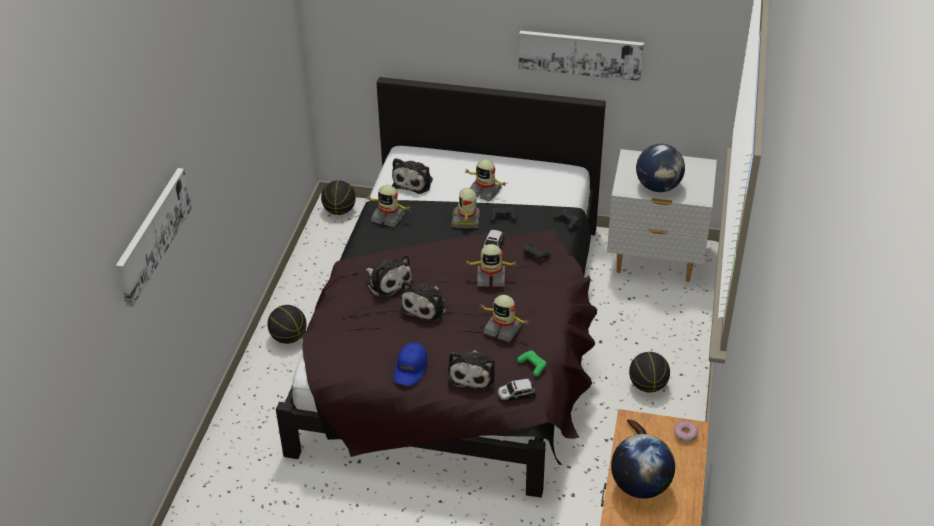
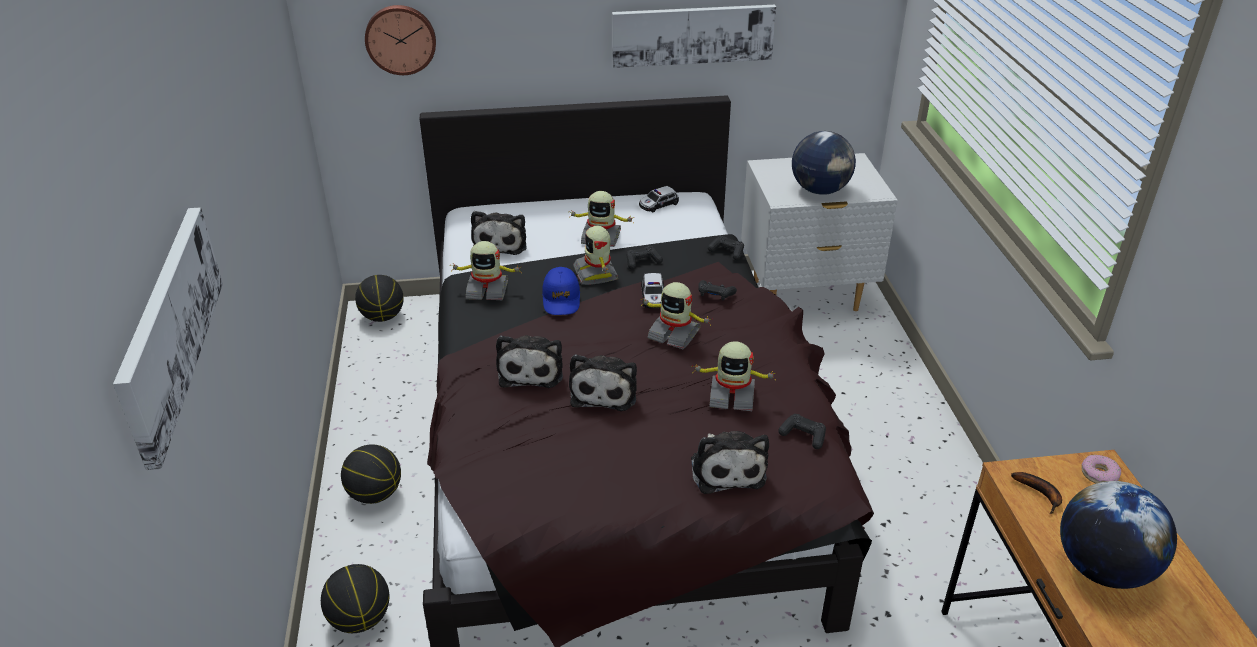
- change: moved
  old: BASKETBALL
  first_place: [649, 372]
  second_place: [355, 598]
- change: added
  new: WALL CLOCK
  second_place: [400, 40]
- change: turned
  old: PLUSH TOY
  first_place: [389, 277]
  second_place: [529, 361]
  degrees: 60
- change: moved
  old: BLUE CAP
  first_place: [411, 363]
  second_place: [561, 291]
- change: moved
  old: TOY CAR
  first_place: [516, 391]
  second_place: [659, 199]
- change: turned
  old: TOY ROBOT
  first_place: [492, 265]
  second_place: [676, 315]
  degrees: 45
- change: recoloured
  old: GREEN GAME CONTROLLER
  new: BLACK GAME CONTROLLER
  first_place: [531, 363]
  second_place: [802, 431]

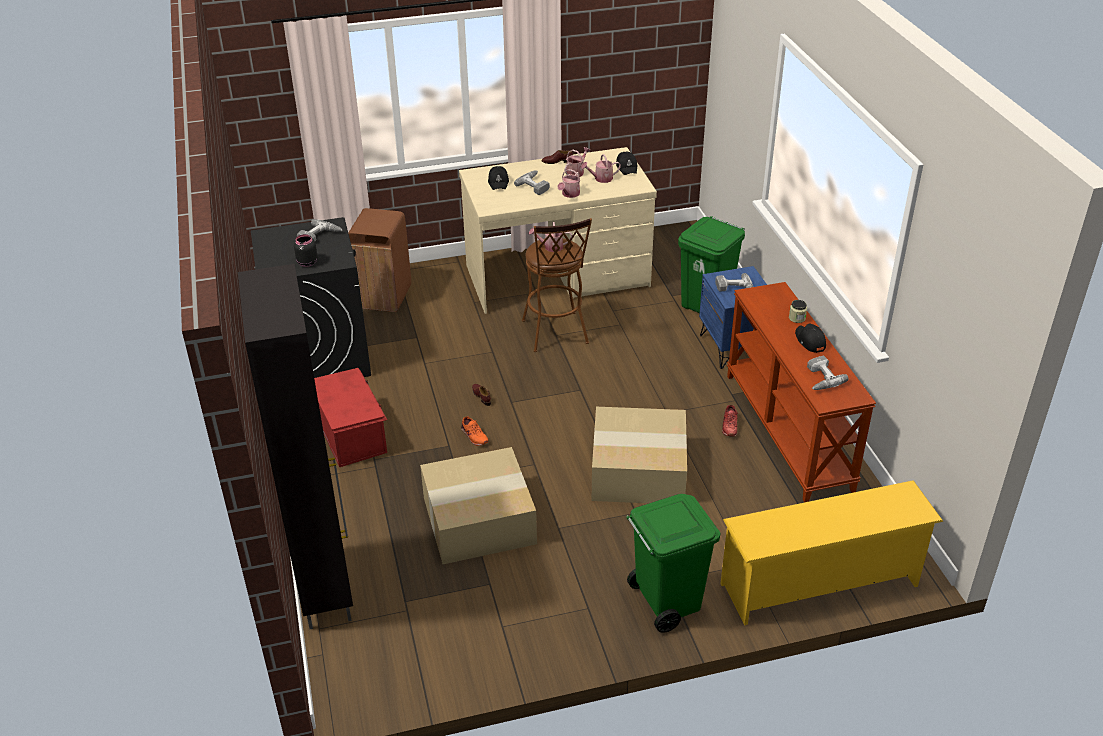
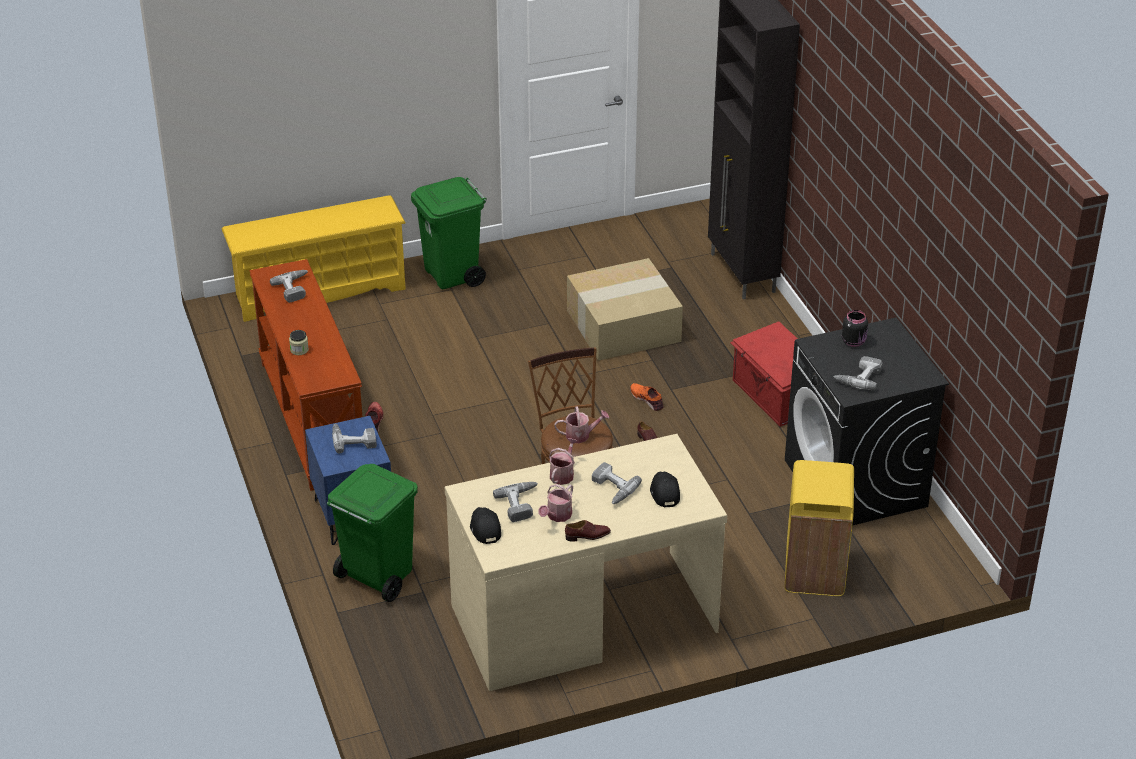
- change: replaced
  old: WATERING CAN
  new: POWER DRILL
  first_place: [601, 168]
  second_place: [515, 502]
- change: recoloured
  old: BROWN TRASH CAN
  new: YELLOW TRASH CAN
  first_place: [379, 260]
  second_place: [819, 528]
- change: removed
  old: CARDBOARD BOX
  first_place: [639, 455]
- change: removed
  old: BLACK CAP
  first_place: [810, 338]

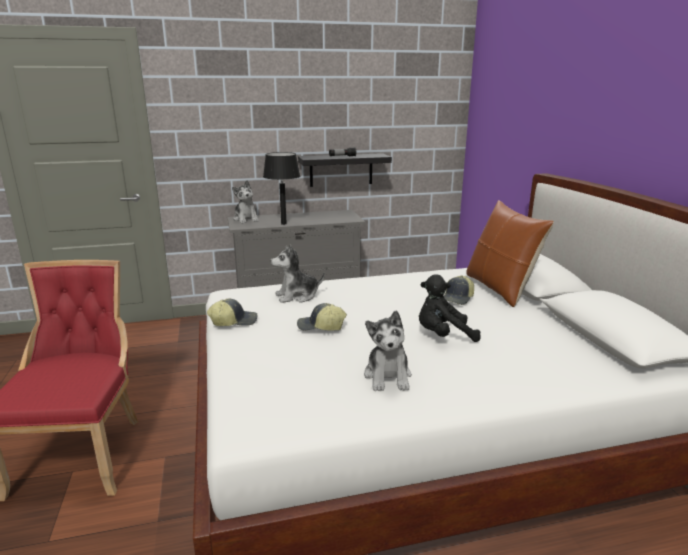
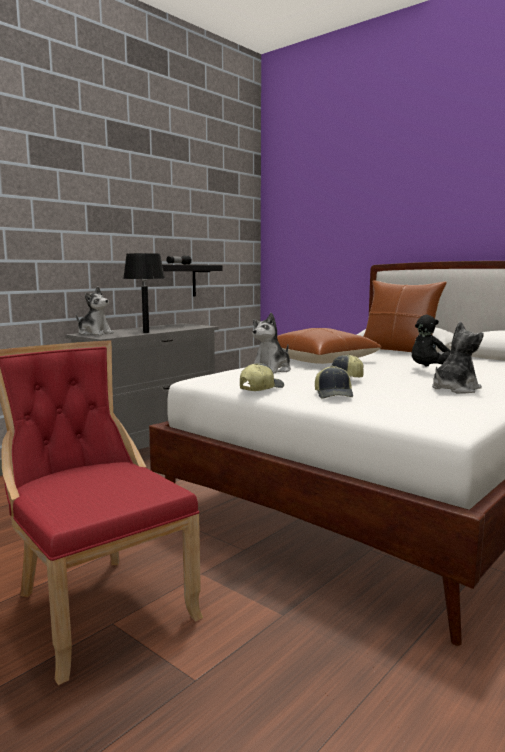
- change: added
  new: BROWN PILLOW
  second_place: [329, 346]
- change: moved
  old: CAP
  first_place: [459, 290]
  second_place: [334, 382]
- change: turned
  old: PLUSH TOY
  first_place: [388, 351]
  second_place: [458, 357]
  degrees: -90

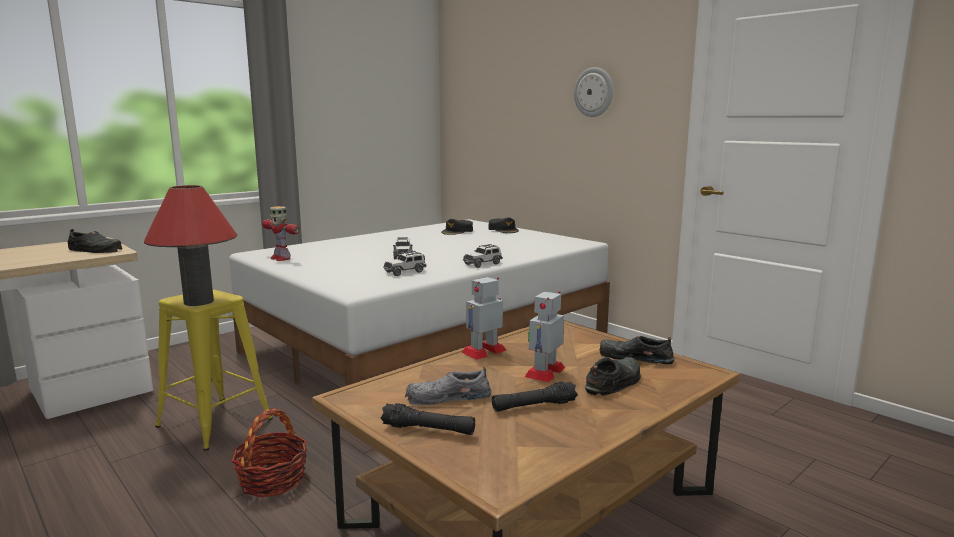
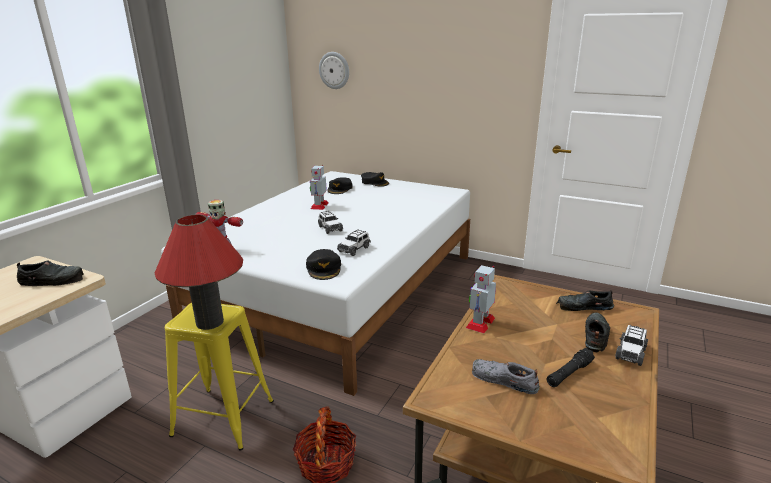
- change: added
  new: BLACK CAP
  second_place: [323, 264]
- change: moved
  old: TOY ROBOT
  first_place: [545, 337]
  second_place: [319, 187]
- change: moved
  old: WALL CLOCK
  first_place: [593, 92]
  second_place: [334, 70]
- change: turned
  old: GREY SHOE
  first_place: [448, 386]
  second_place: [506, 376]
  degrees: 60
- change: moved
  old: TOY CAR
  first_place: [482, 256]
  second_place: [631, 345]
- change: removed
  old: BLACK FLASHLIGHT
  first_place: [428, 419]

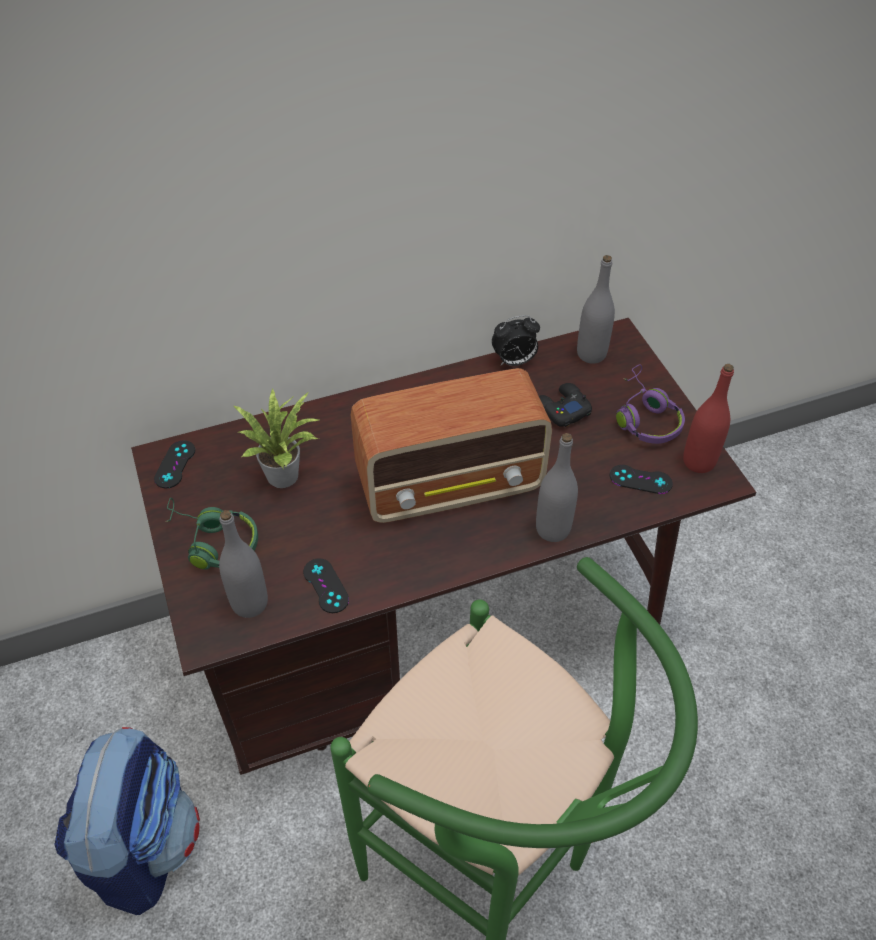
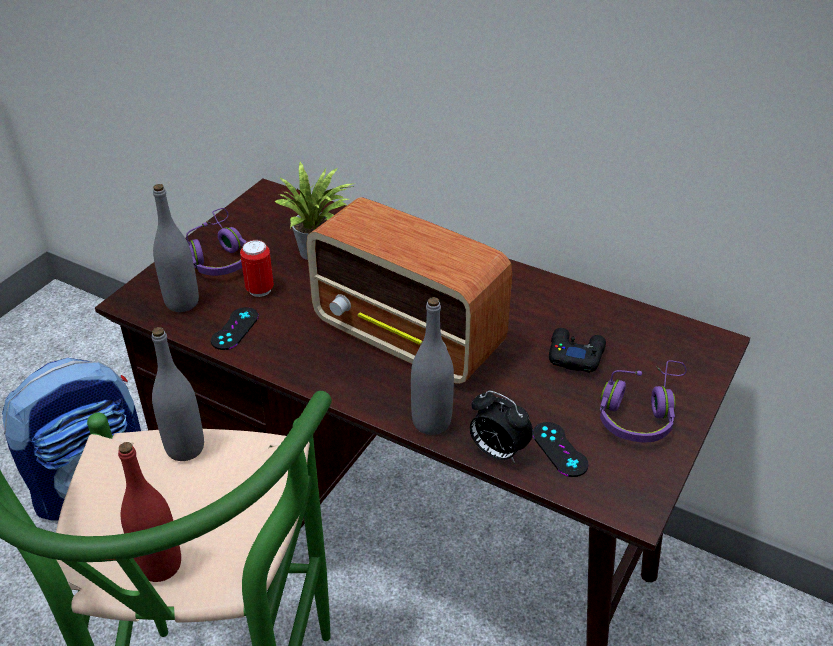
- change: moved
  old: RED BOTTLE
  first_place: [708, 418]
  second_place: [149, 512]
- change: moved
  old: GREY BOTTLE
  first_place: [596, 309]
  second_place: [178, 394]
- change: recoloured
  old: GREEN HEADPHONES
  new: PURPLE HEADPHONES
  first_place: [212, 534]
  second_place: [216, 242]
- change: added
  new: CAN
  second_place: [257, 268]
- change: moved
  old: ALARM CLOCK
  first_place: [516, 340]
  second_place: [501, 427]
- change: removed
  old: BLACK GAME CONTROLLER
  first_place: [174, 464]

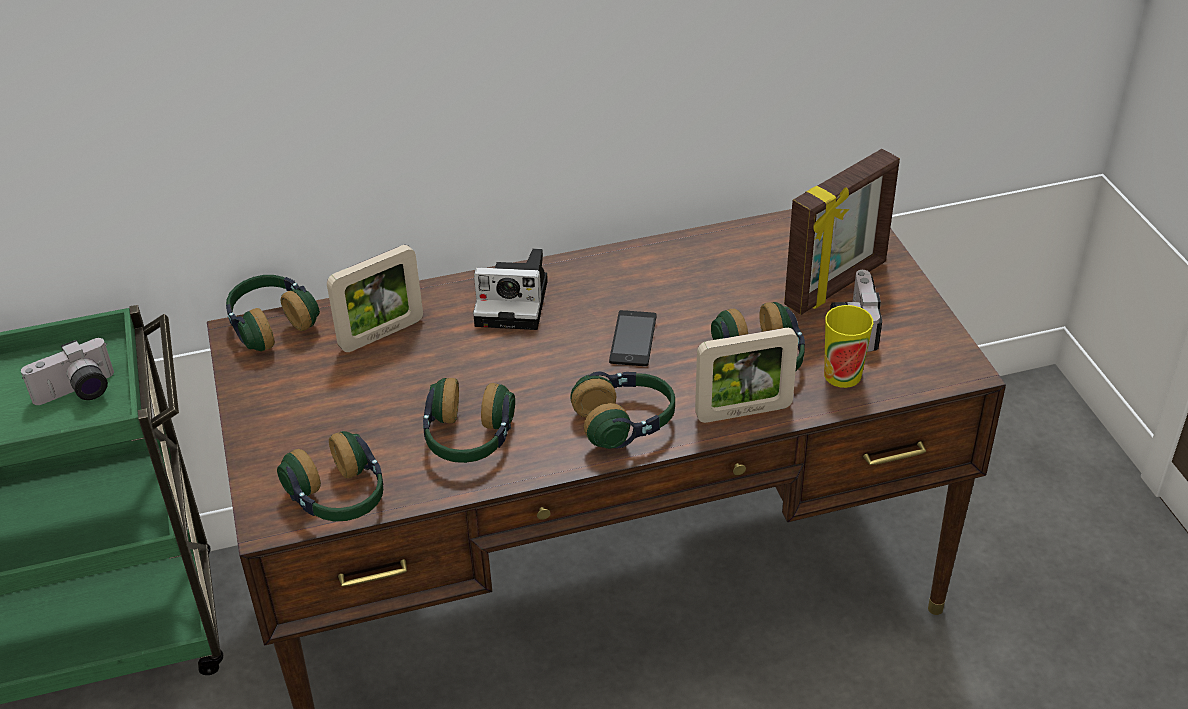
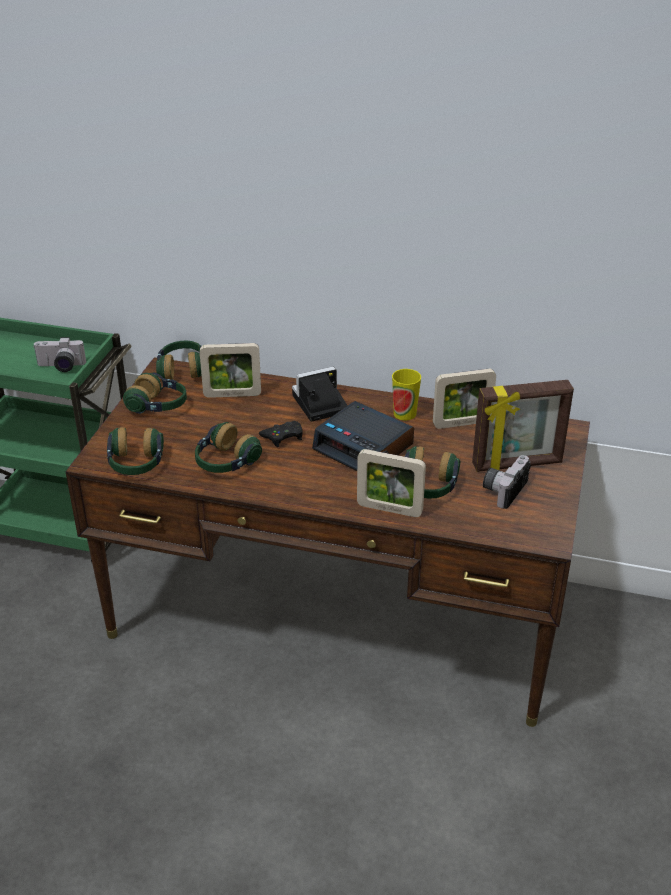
- change: moved
  old: HEADPHONES
  first_place: [622, 410]
  second_place: [155, 393]
- change: added
  new: BLACK GAME CONTROLLER
  second_place: [281, 434]
- change: turned
  old: PHOTO CAMERA
  first_place: [510, 289]
  second_place: [320, 394]
  degrees: 120
- change: replaced
  old: PHONE
  new: ALARM CLOCK
  first_place: [633, 338]
  second_place: [363, 436]
- change: moved
  old: CUP
  first_place: [848, 346]
  second_place: [406, 394]
- change: added
  new: PICTURE FRAME
  second_place: [464, 399]

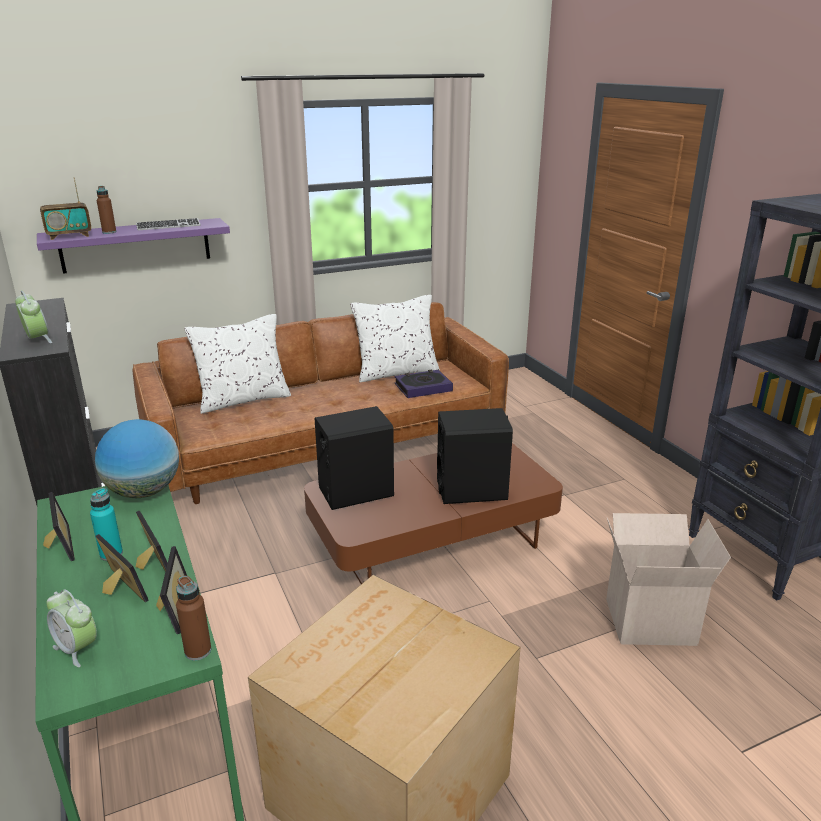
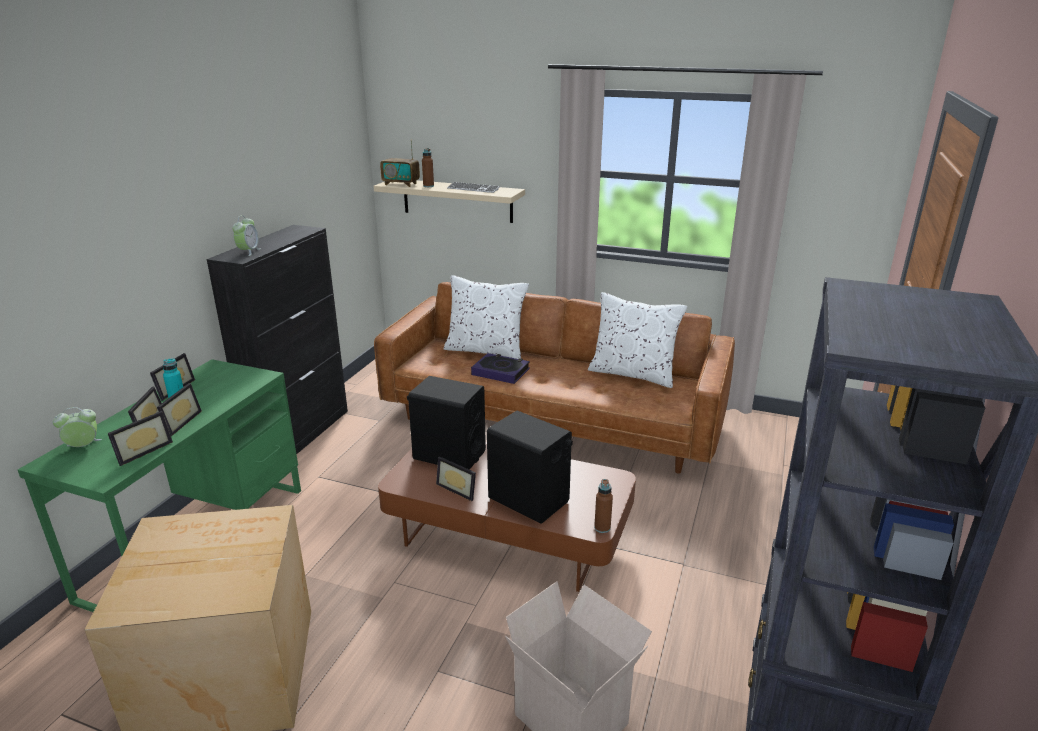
- change: turned
  old: ALARM CLOCK
  first_place: [72, 628]
  second_place: [77, 427]
  degrees: 75
- change: recoloured
  old: PURPLE SHELF
  new: BEIGE SHELF
  first_place: [133, 246]
  second_place: [449, 201]
- change: added
  new: PICTURE FRAME
  second_place: [456, 479]
- change: moved
  old: BOOK
  first_place: [424, 384]
  second_place: [500, 368]
- change: moved
  old: BROWN BOTTLE
  first_place: [193, 618]
  second_place: [603, 506]
- change: removed
  old: GLOBE
  first_place: [137, 458]

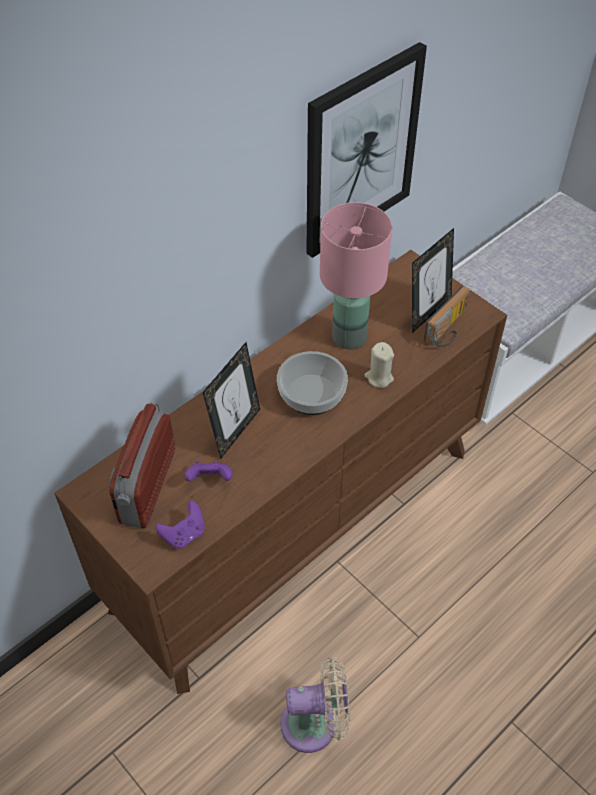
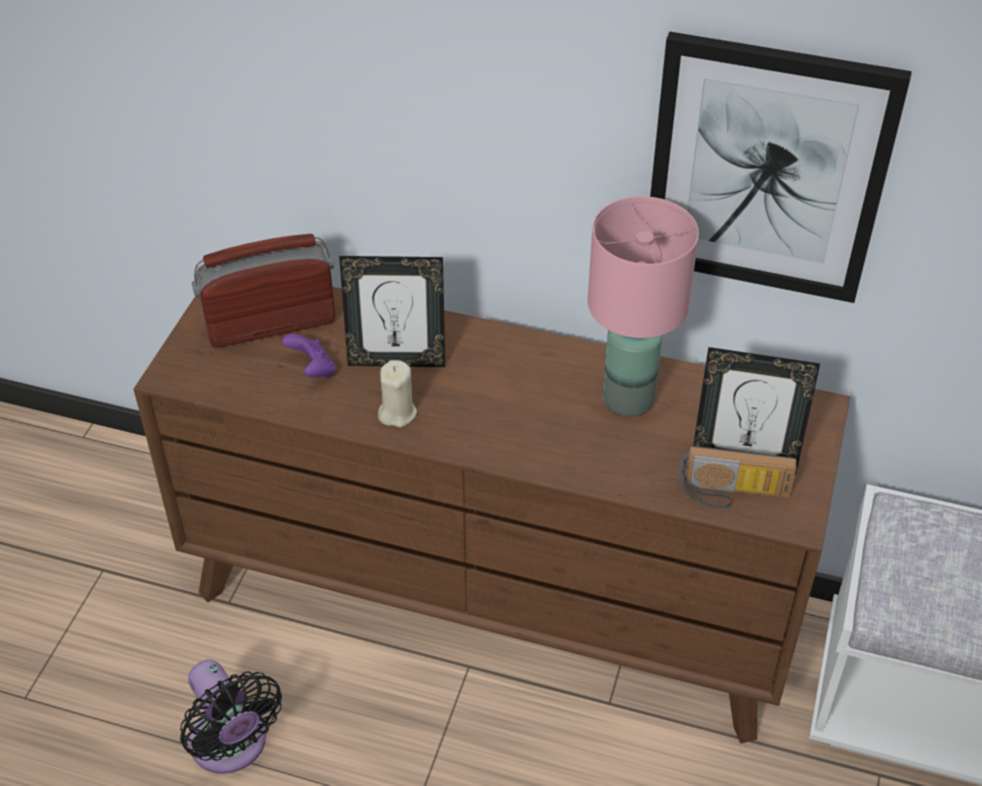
- change: recoloured
  old: BEIGE FAN
  new: BLACK FAN
  first_place: [315, 705]
  second_place: [231, 717]
- change: moved
  old: BEIGE CANDLE
  first_place: [379, 365]
  second_place: [397, 393]
- change: removed
  old: PURPLE GAME CONTROLLER
  first_place: [180, 525]
- change: removed
  old: BOWL
  first_place: [312, 383]

